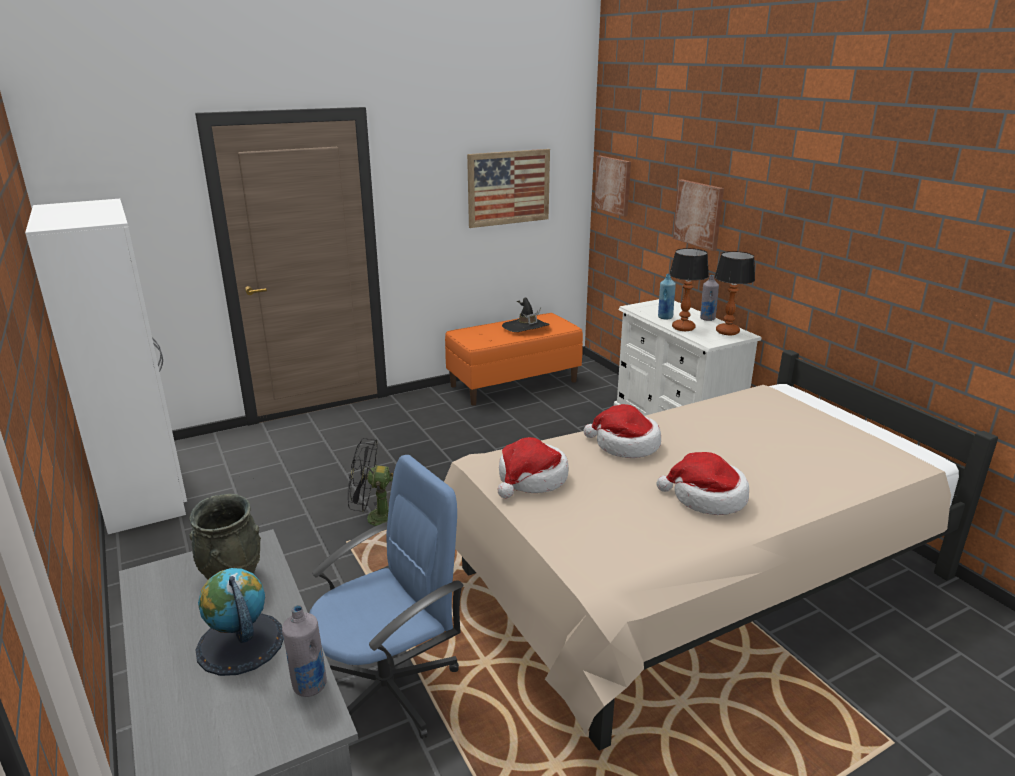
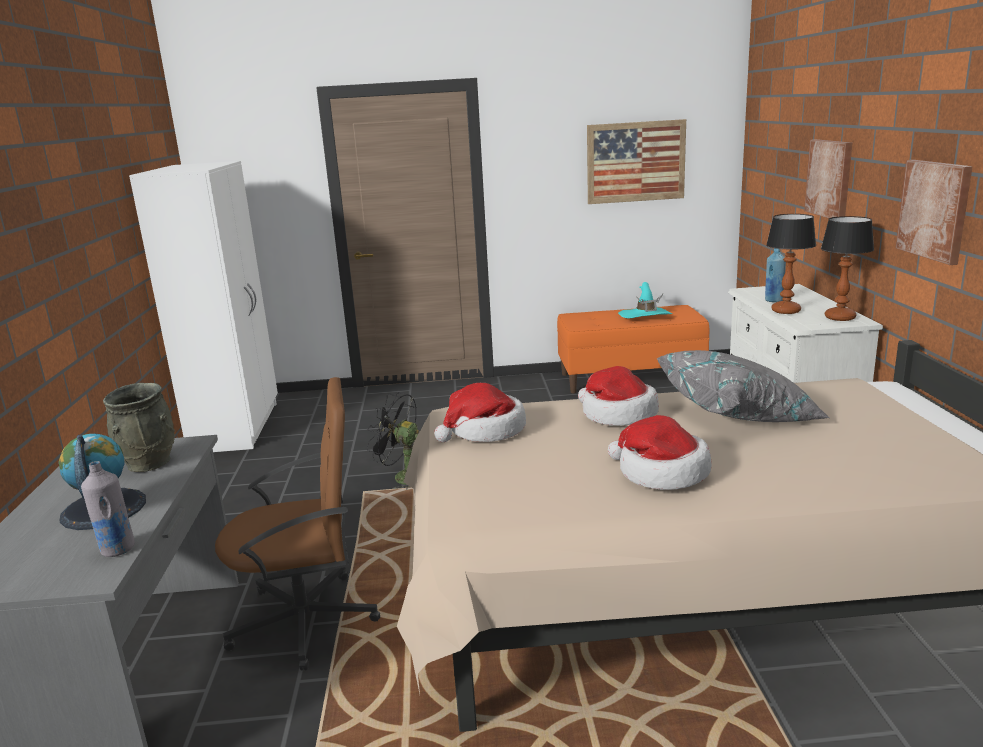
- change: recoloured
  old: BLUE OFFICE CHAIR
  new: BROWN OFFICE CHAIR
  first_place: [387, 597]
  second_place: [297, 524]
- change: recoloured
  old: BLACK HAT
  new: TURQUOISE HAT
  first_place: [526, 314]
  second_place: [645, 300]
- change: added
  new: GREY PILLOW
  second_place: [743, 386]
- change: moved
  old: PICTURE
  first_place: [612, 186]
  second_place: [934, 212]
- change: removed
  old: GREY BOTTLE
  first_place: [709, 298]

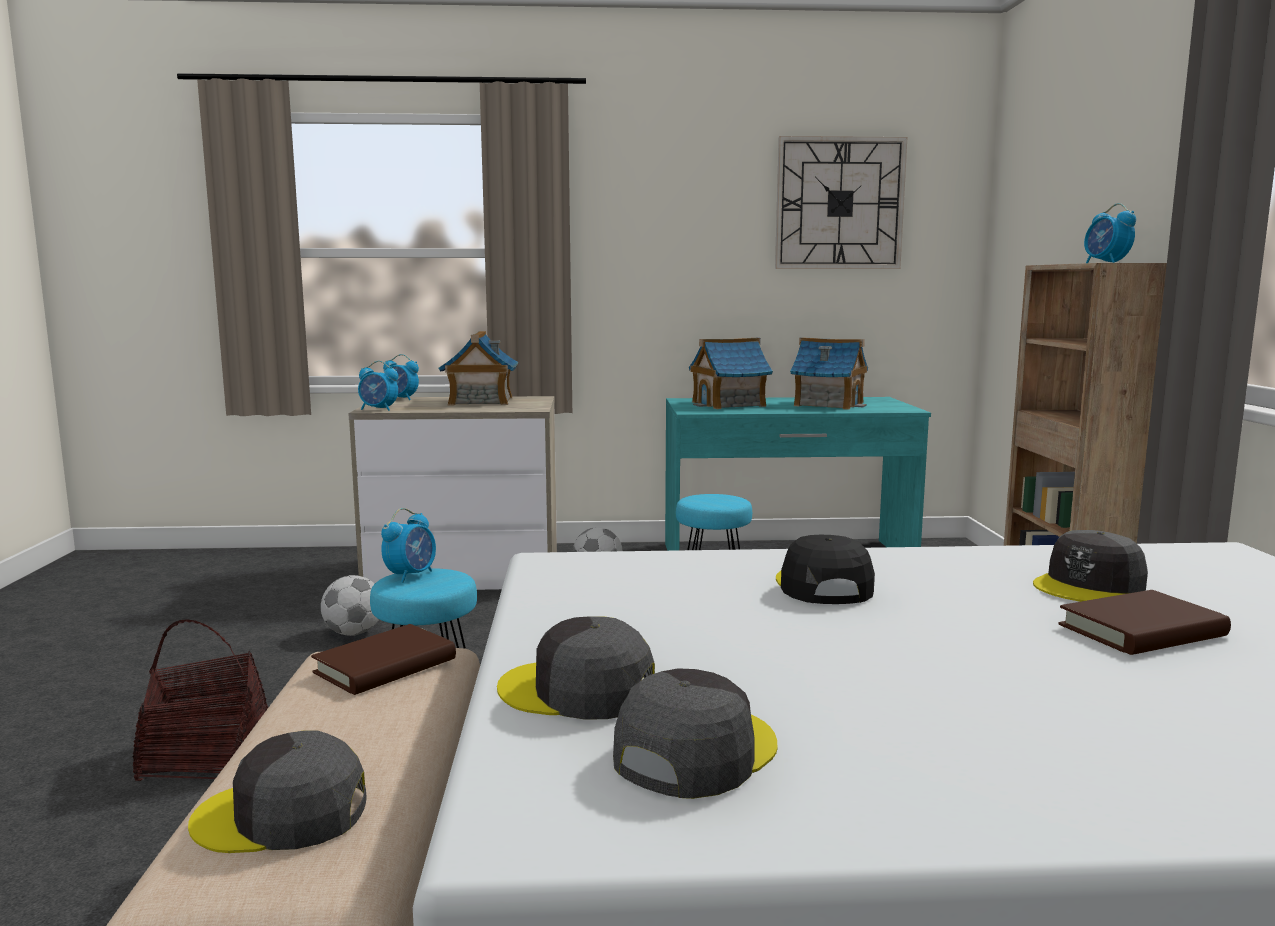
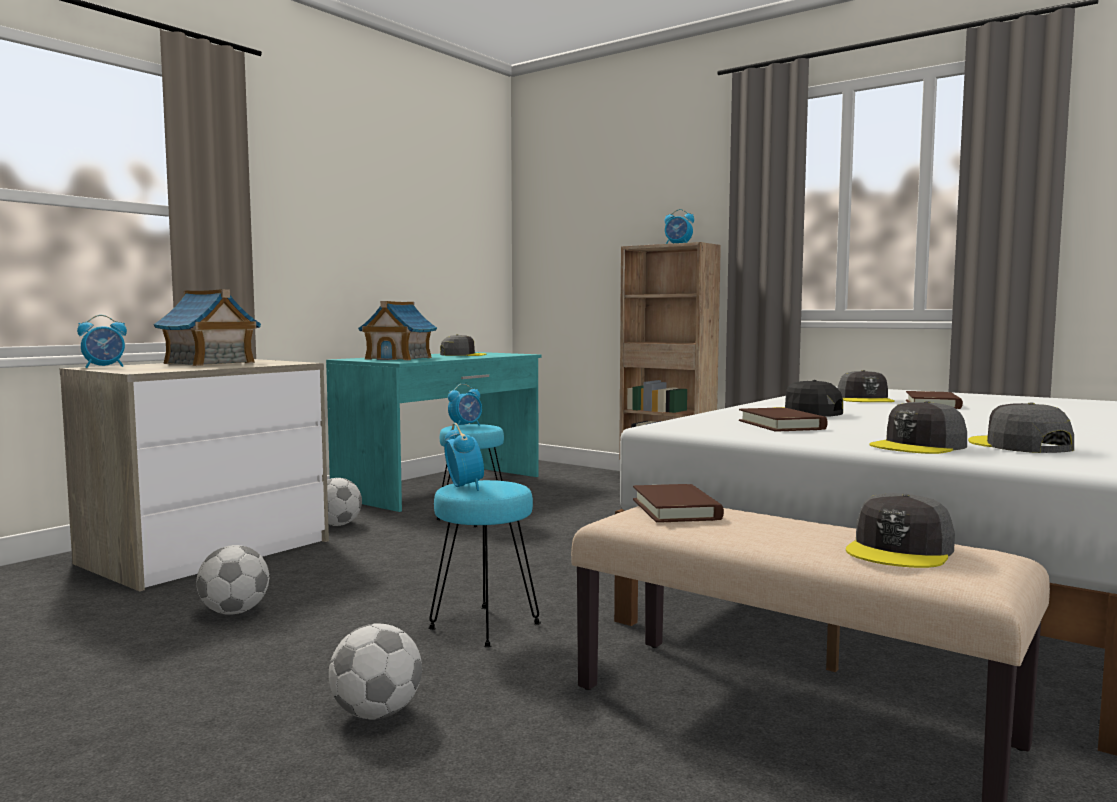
- change: replaced
  old: BASKET
  new: FOOTBALL
  first_place: [200, 700]
  second_place: [375, 671]
- change: replaced
  old: TOY HOUSE
  new: GREY CAP
  first_place: [829, 373]
  second_place: [463, 345]
- change: moved
  old: ALARM CLOCK
  first_place: [378, 386]
  second_place: [465, 405]
- change: added
  new: BROWN BOOK
  second_place: [783, 420]
- change: removed
  old: WALL CLOCK
  first_place: [841, 202]

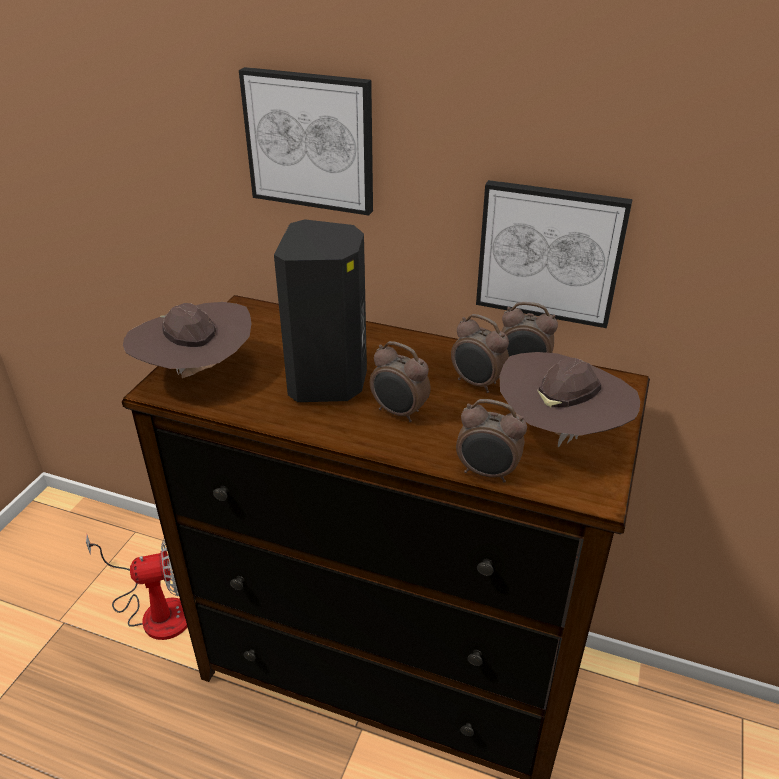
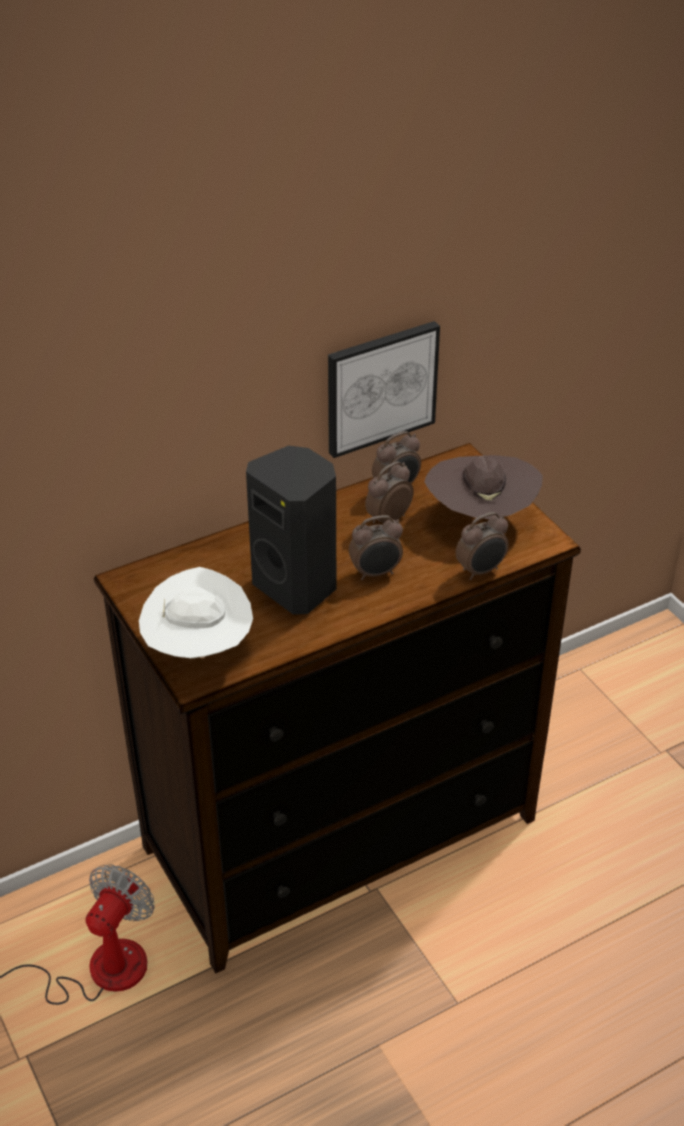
- change: recoloured
  old: BROWN HAT
  new: WHITE HAT
  first_place: [187, 340]
  second_place: [196, 613]
- change: turned
  old: ALARM CLOCK
  first_place: [480, 353]
  second_place: [389, 492]
  degrees: 150
- change: removed
  old: PICTURE
  first_place: [306, 141]

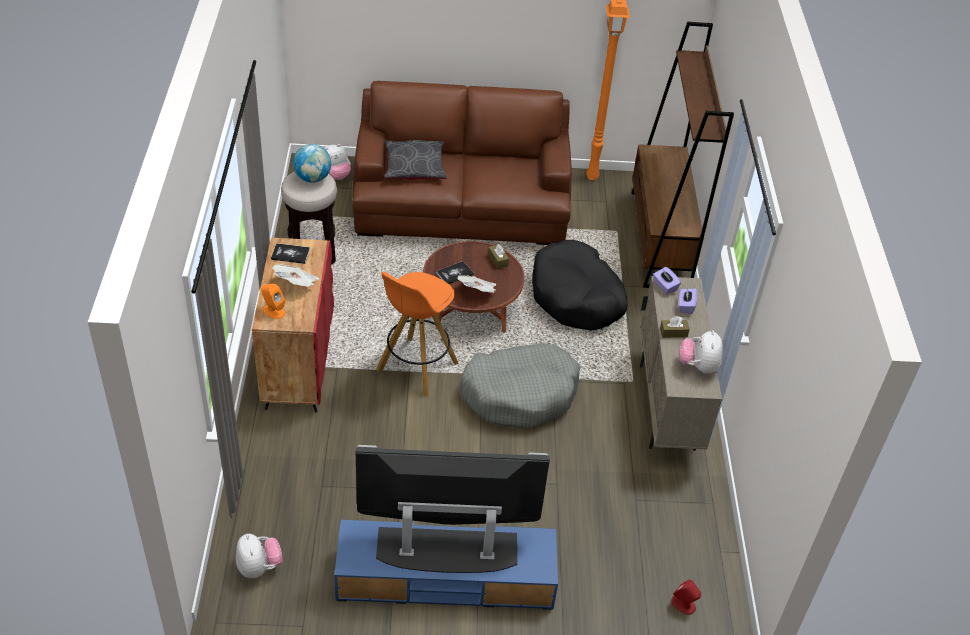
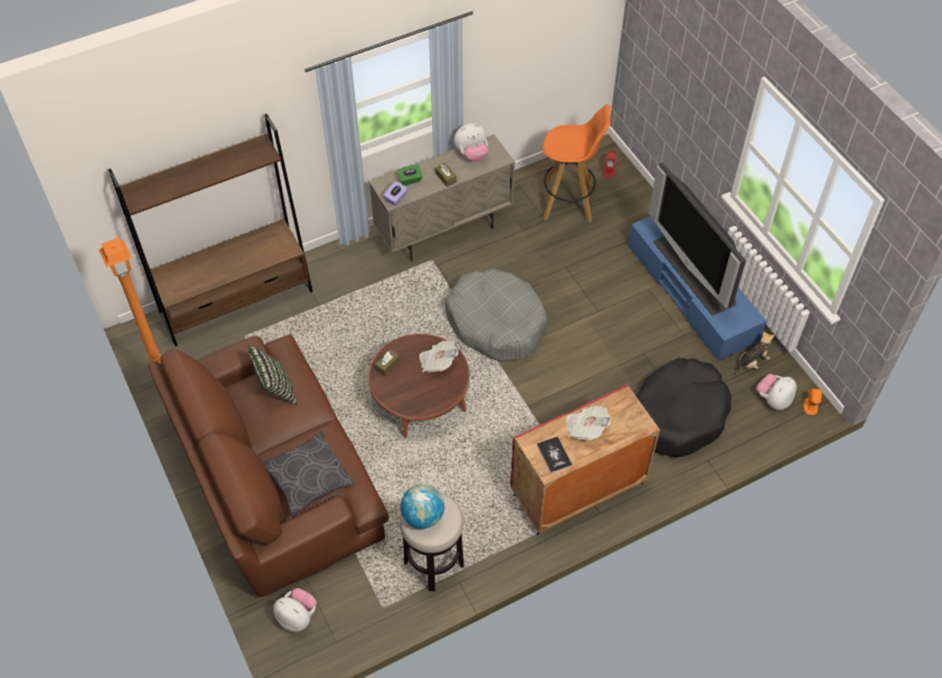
- change: added
  new: PILLOW
  second_place: [272, 375]
- change: recoloured
  old: PURPLE TISSUE BOX
  new: GREEN TISSUE BOX
  first_place: [688, 300]
  second_place: [409, 175]
- change: moved
  old: ORANGE STOOL
  first_place: [417, 334]
  second_place: [576, 163]
- change: moved
  old: BLACK DOG BED
  first_place: [580, 285]
  second_place: [683, 407]
- change: added
  new: PLUSH TOY
  second_place: [754, 354]
- change: moved
  old: ORANGE SPEAKER
  first_place: [273, 301]
  second_place: [813, 401]
- change: removed
  old: BOOK
  first_place: [455, 272]

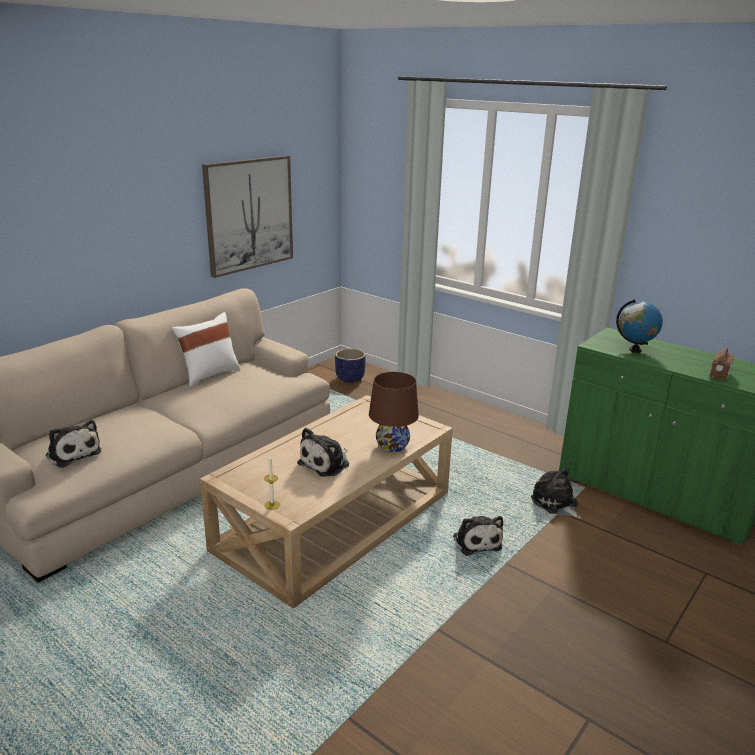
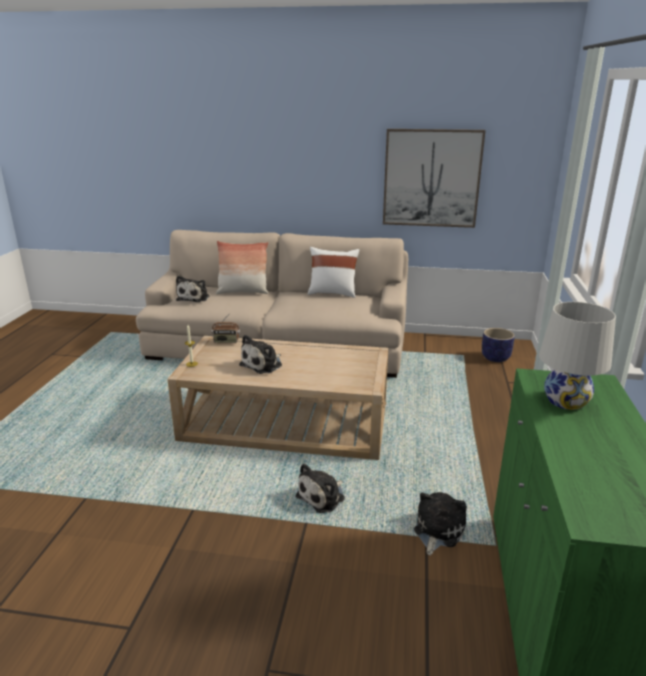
- change: moved
  old: RADIO
  first_place: [722, 359]
  second_place: [226, 328]
- change: added
  new: PILLOW
  second_place: [242, 267]
- change: turned
  old: PLUSH TOY
  first_place: [323, 452]
  second_place: [260, 354]
  degrees: -60
- change: replaced
  old: GLOBE
  new: WHITE TABLE LAMP
  first_place: [639, 326]
  second_place: [577, 356]
- change: removed
  old: BROWN TABLE LAMP
  first_place: [394, 412]

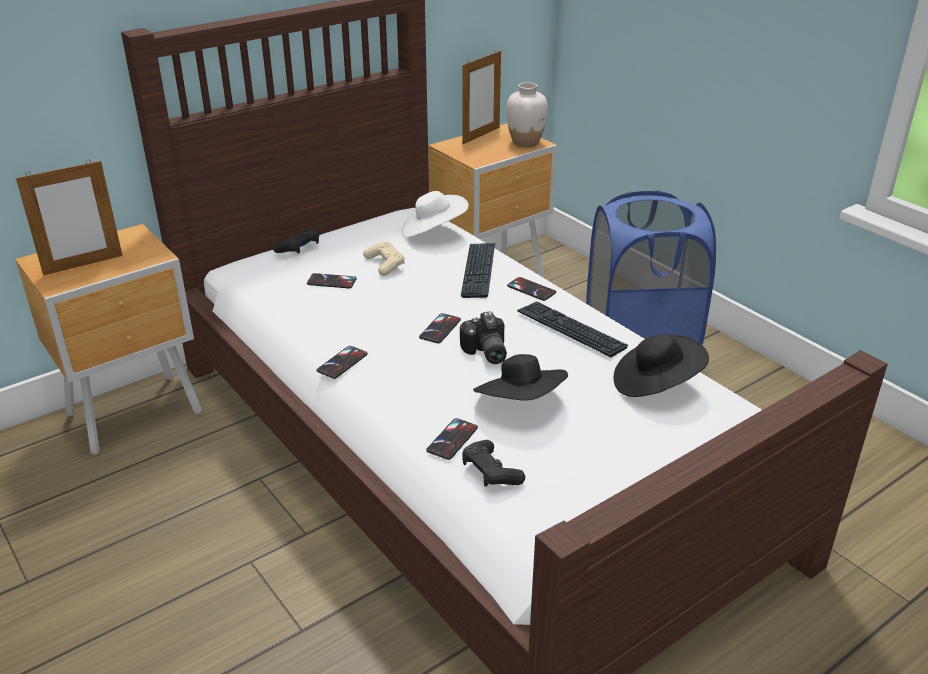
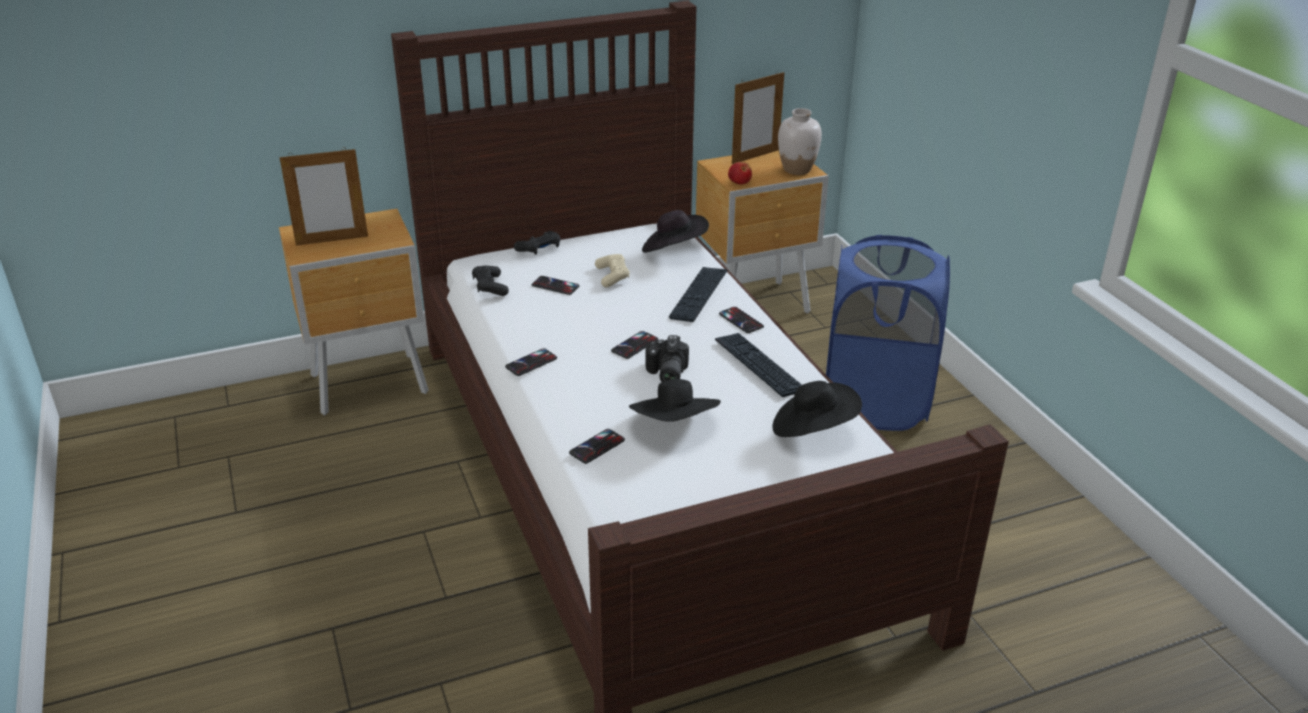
- change: moved
  old: BLACK GAME CONTROLLER
  first_place: [493, 463]
  second_place: [490, 281]
- change: recoloured
  old: WHITE HAT
  new: BLACK HAT
  first_place: [435, 214]
  second_place: [675, 231]
- change: added
  new: APPLE
  second_place: [740, 173]

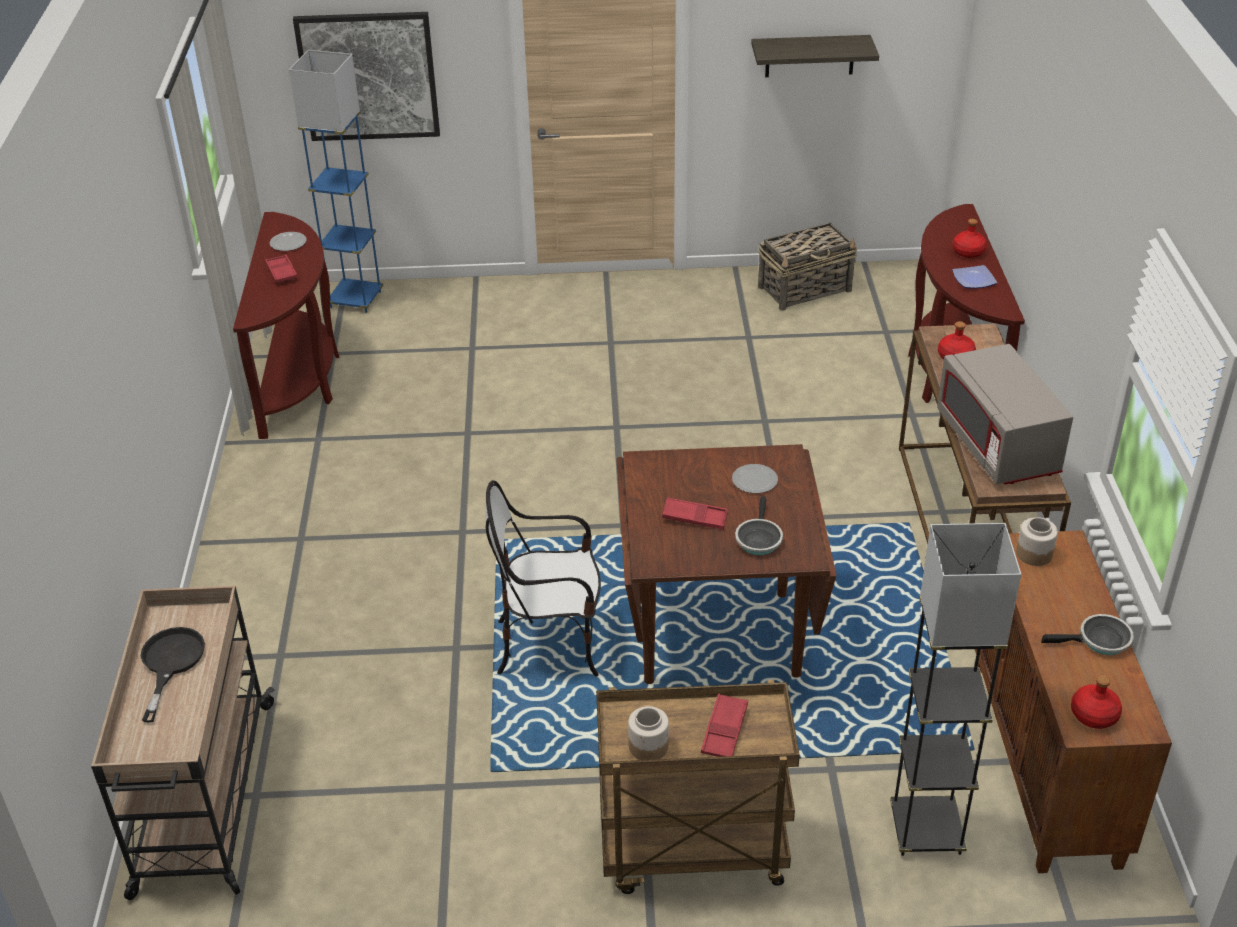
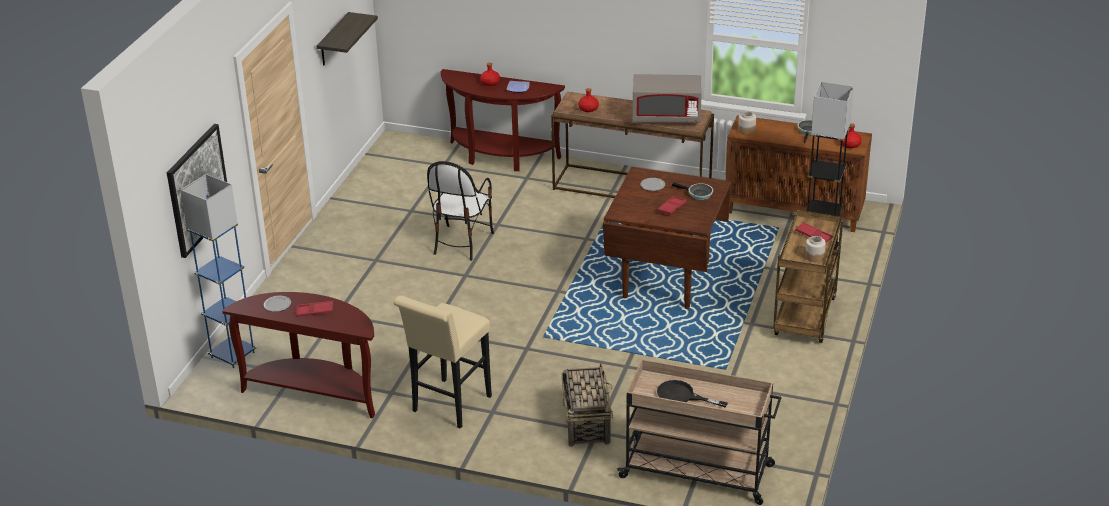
- change: added
  new: BEIGE STOOL
  second_place: [443, 362]
- change: moved
  old: CHAIR
  first_place: [543, 578]
  second_place: [460, 211]
- change: moved
  old: BASKET
  first_place: [807, 266]
  second_place: [587, 405]

